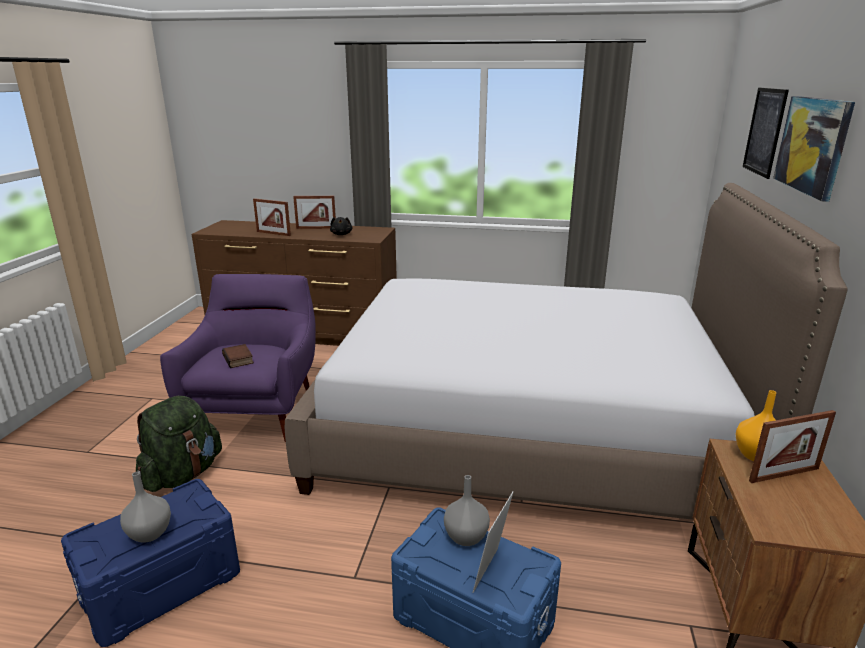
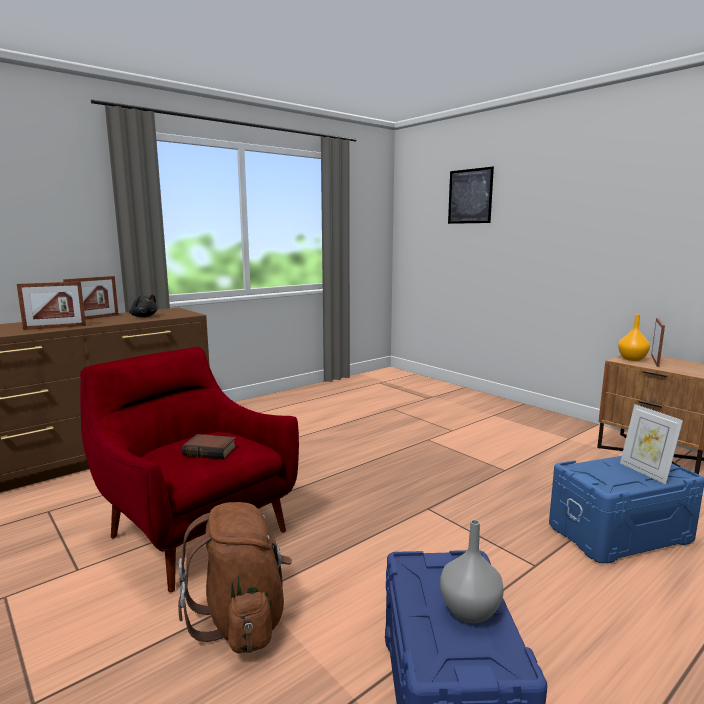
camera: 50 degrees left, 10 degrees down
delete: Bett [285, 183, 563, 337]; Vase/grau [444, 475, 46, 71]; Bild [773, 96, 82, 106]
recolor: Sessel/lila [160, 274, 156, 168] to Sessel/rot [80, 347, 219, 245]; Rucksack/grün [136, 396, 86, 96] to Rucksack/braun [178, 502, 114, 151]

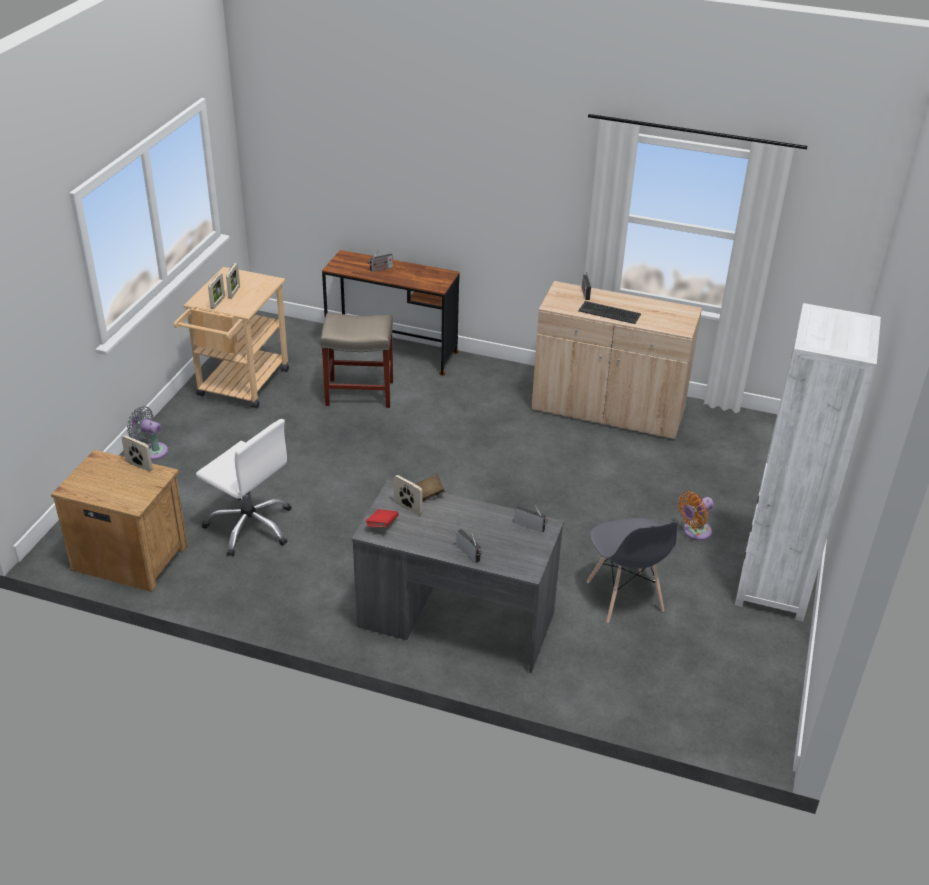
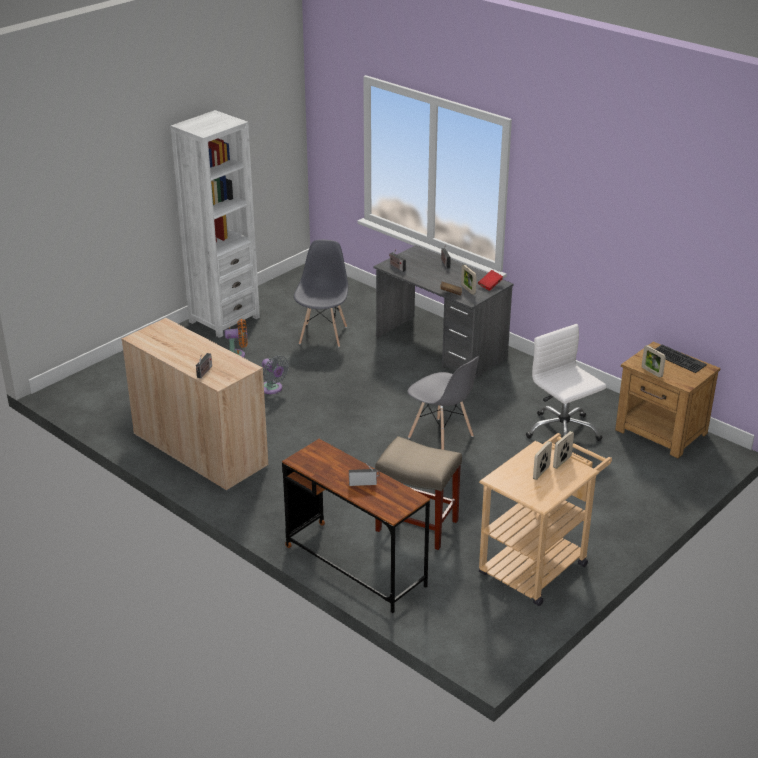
camera: 155 degrees left, 5 degrees down
insert: Stuhl/grau [407, 356, 72, 94]
move: Ventilator/grau [127, 406, 41, 54] to [262, 355, 27, 39]; Tastatur [578, 301, 63, 23] to [656, 345, 51, 28]

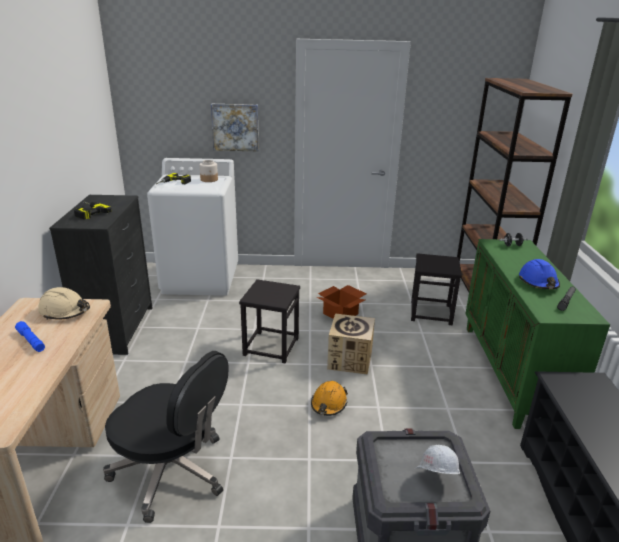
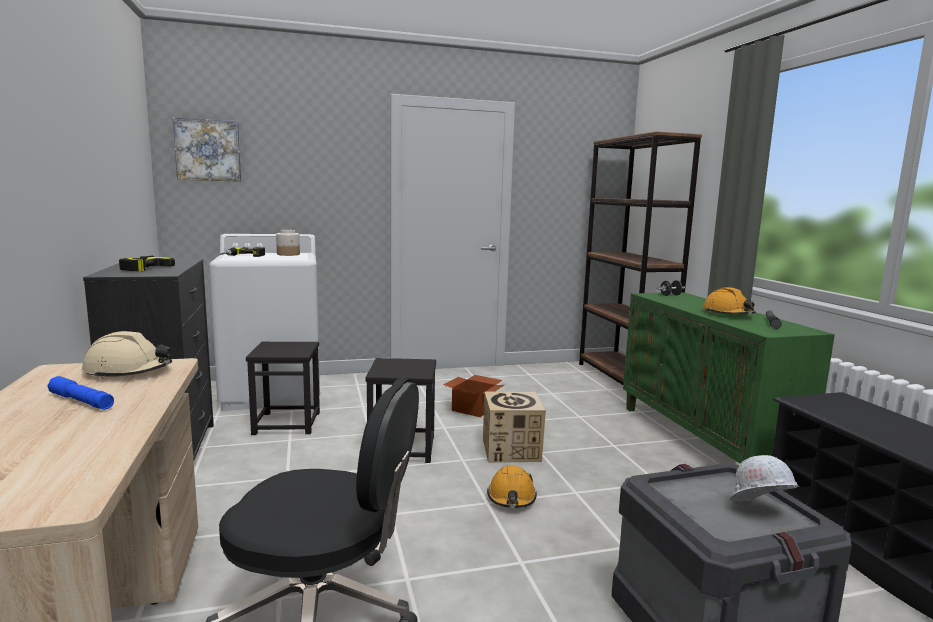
camera: 15 degrees left, 15 degrees down
move: Bild [211, 104, 48, 47] to [173, 117, 68, 65]; Hocker/schwarz [411, 253, 51, 72] to [246, 342, 74, 93]
recolor: Schutzhelm/blau [519, 259, 41, 30] to Schutzhelm/orange [703, 287, 53, 27]

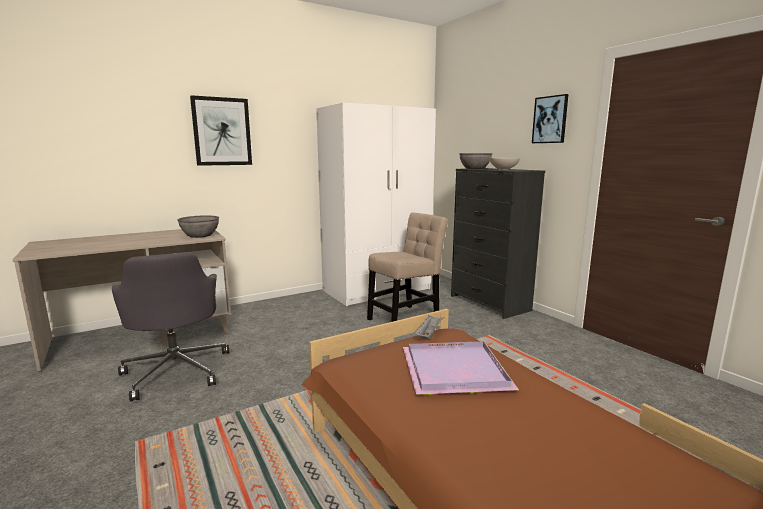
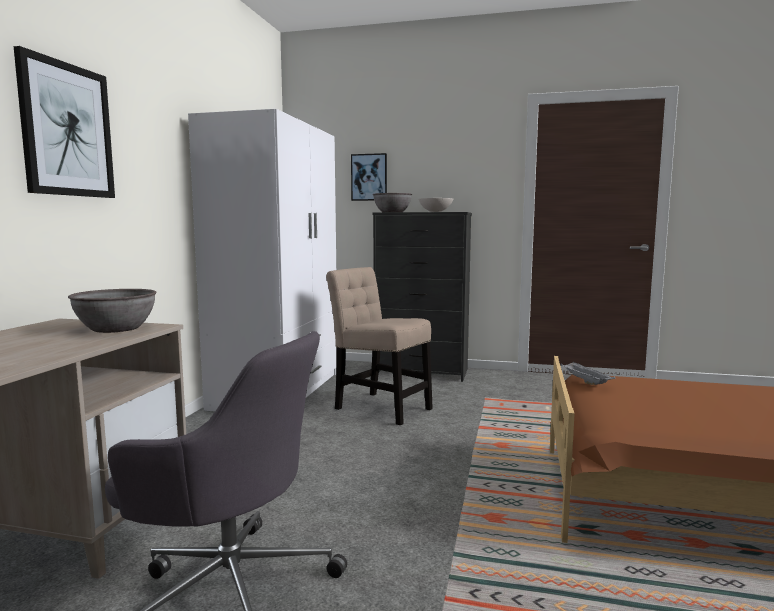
camera: 45 degrees left, 5 degrees down
delete: Tablett/lila [403, 341, 116, 54]
move: Bild [532, 94, 37, 49] to [351, 153, 36, 48]
rotate: Stuhl/beige [367, 212, 81, 110] = [326, 267, 107, 158] 60 degrees counterclockwise

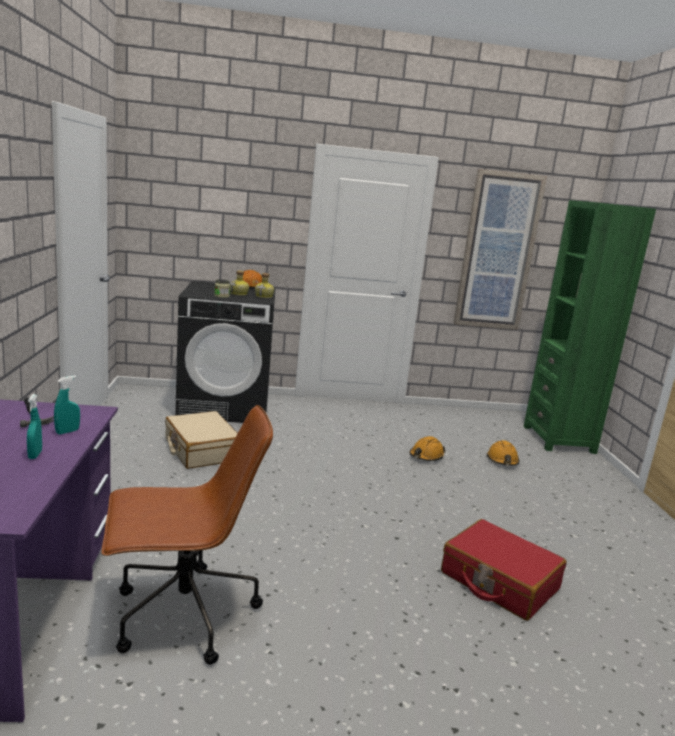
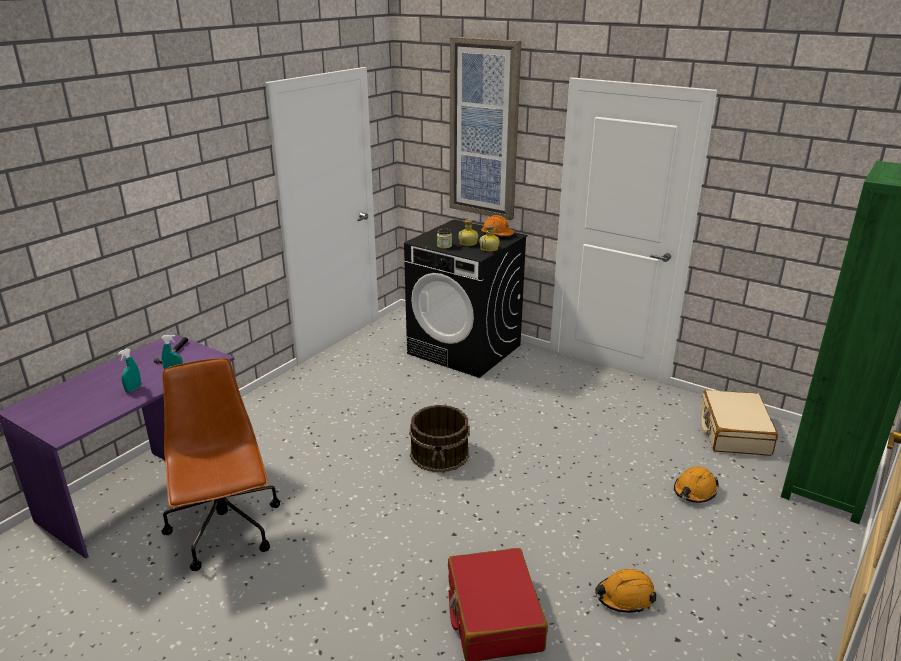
camera: 40 degrees right, 10 degrees up
insert: Eimer/braun [409, 405, 61, 67]
move: Bild [453, 169, 94, 161] to [450, 37, 71, 183]; Schutzhelm/orange [409, 436, 36, 25] to [595, 569, 61, 44]; Koffer/beige [165, 411, 73, 58] to [701, 390, 77, 66]
rotate: Bürostuhl/braun [102, 405, 171, 260] = [161, 358, 119, 213] 135 degrees counterclockwise

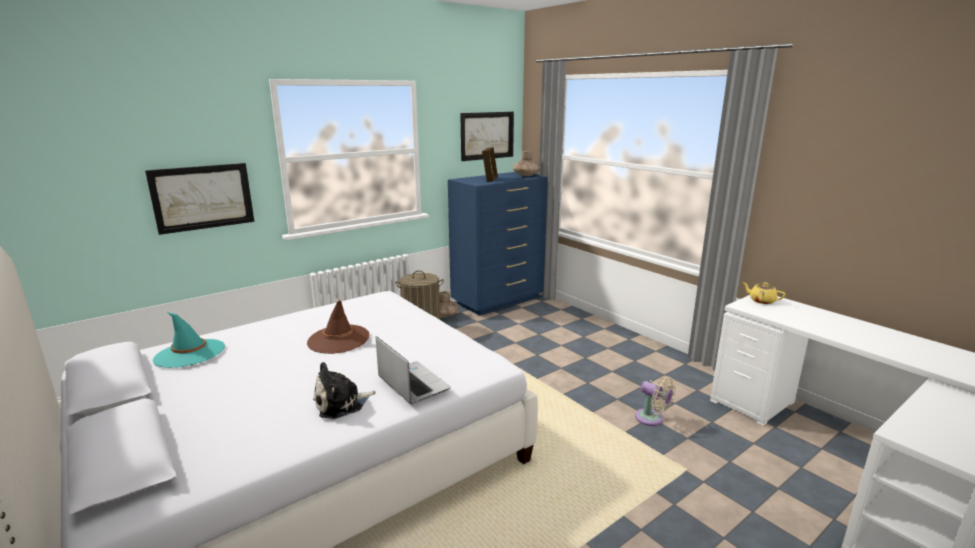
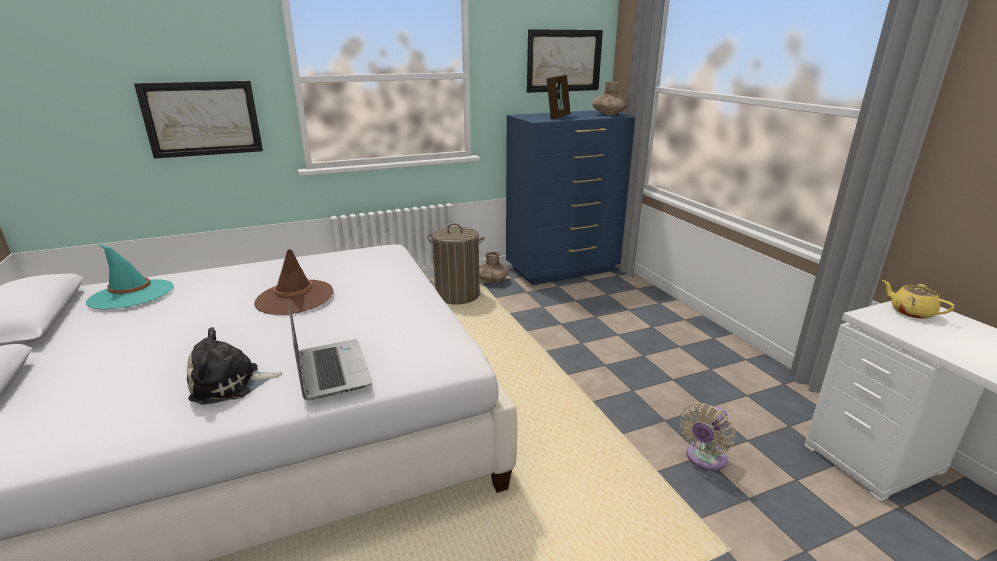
camera: 15 degrees right, 5 degrees up
rotate: Ventilator/beige [635, 376, 41, 50] = [680, 403, 55, 68] 75 degrees clockwise

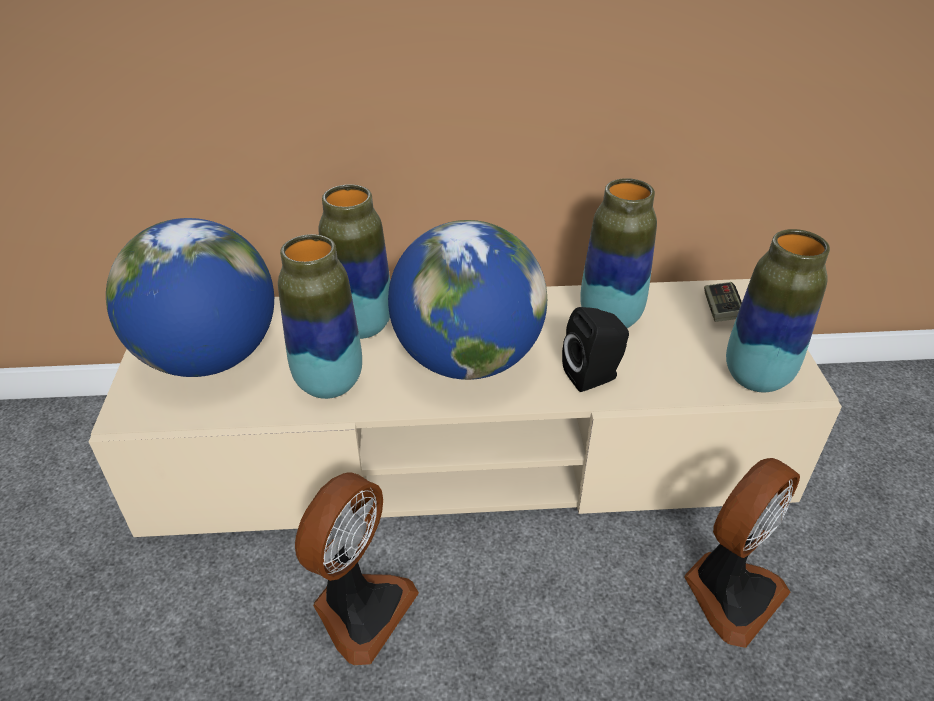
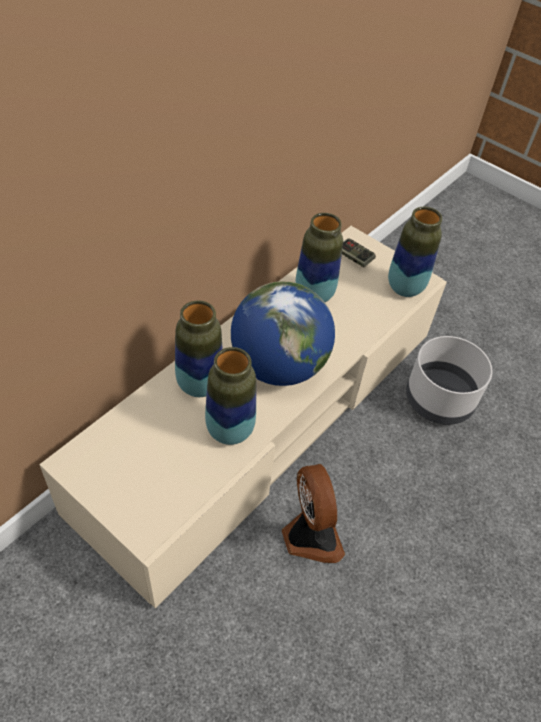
camera: 50 degrees left, 10 degrees up
delete: Globus [106, 218, 168, 159]; Lautsprecher/schwarz [562, 307, 67, 85]
replace: Ventilator [684, 458, 116, 190] to Pflanzkübel/grau [406, 336, 86, 89]

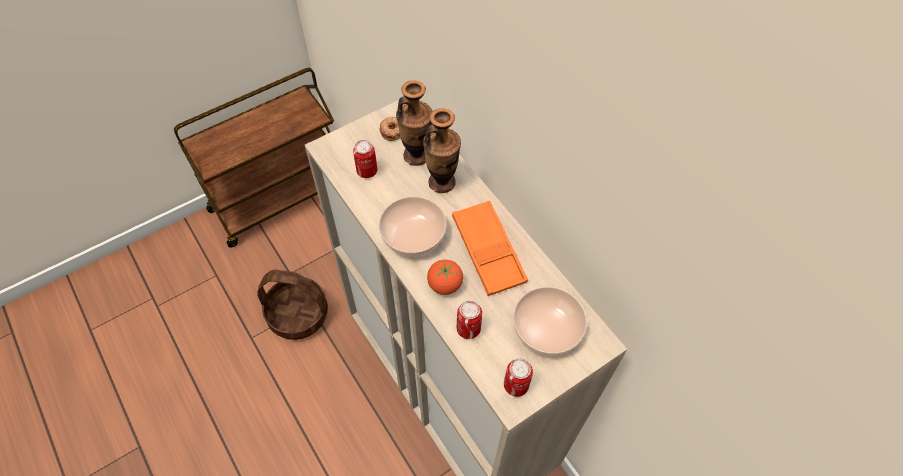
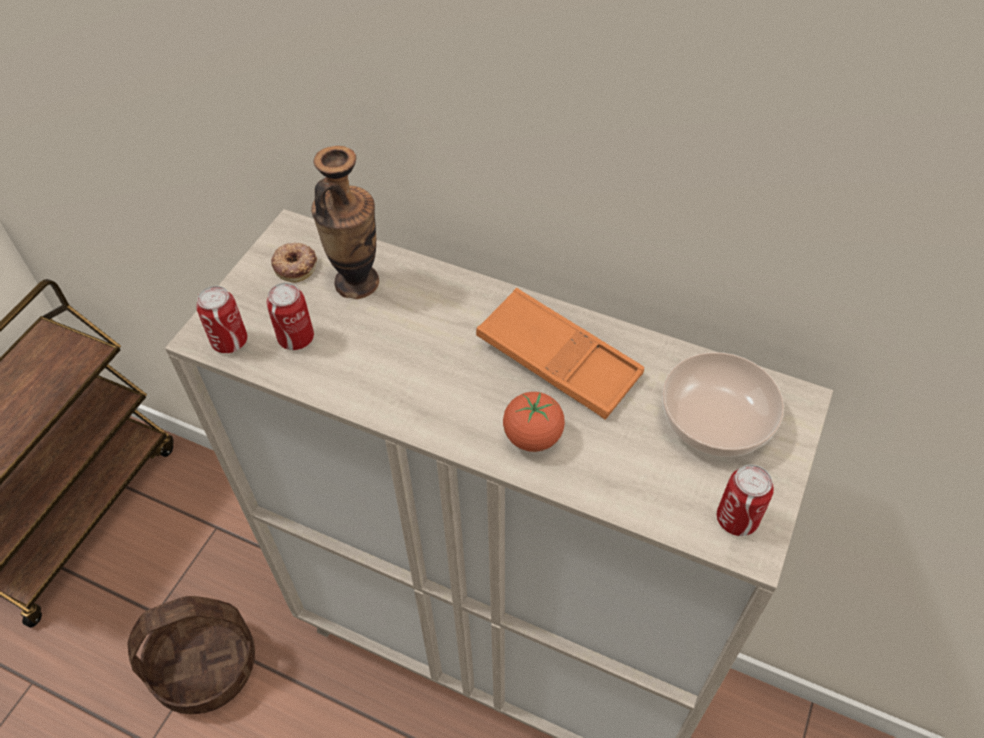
camera: 30 degrees left, 5 degrees down
delete: Schüssel [379, 197, 67, 60]; Vase [423, 108, 38, 85]
move: Dose [457, 300, 25, 39] to [196, 286, 51, 67]

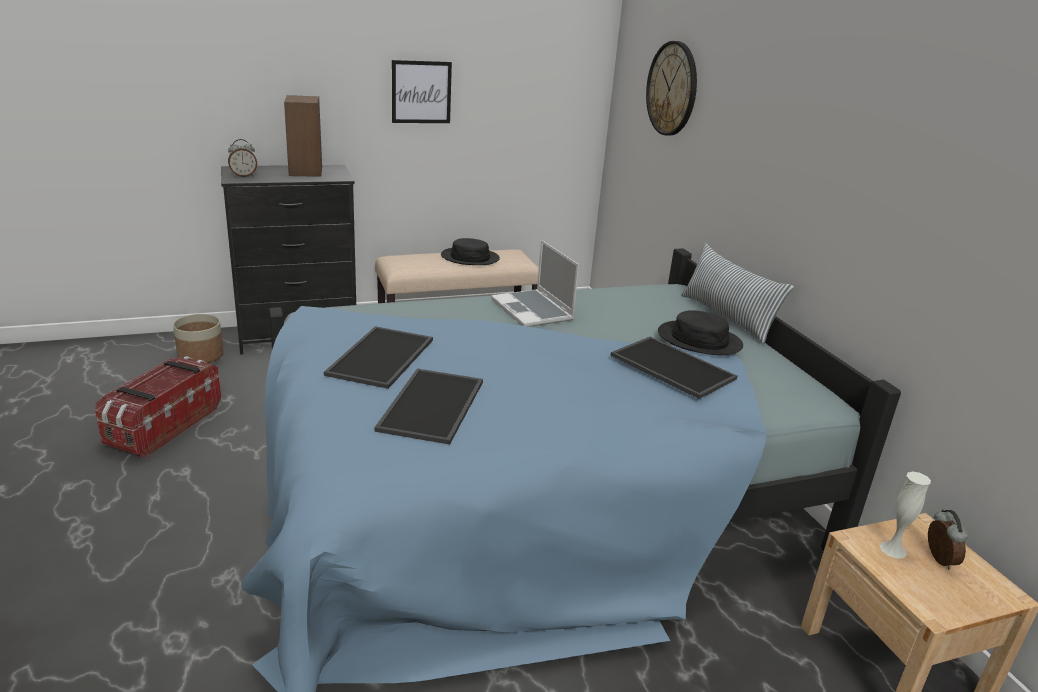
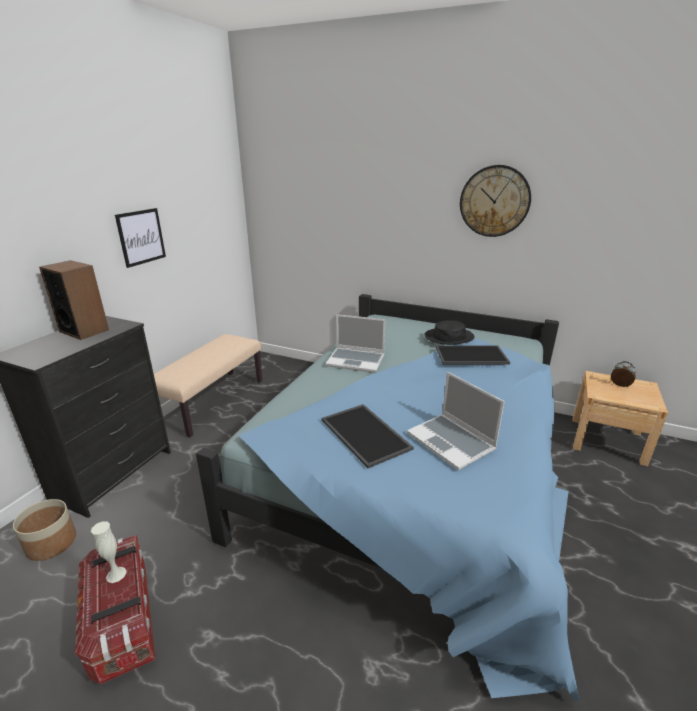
camera: 45 degrees left, 0 degrees up
delete: Wecker [228, 139, 29, 38]; Hut/schwarz [441, 238, 59, 27]; Kissen [681, 243, 113, 101]
move: Vase/weiß [880, 471, 51, 88] to [91, 521, 35, 62]; Wanduhr [646, 41, 51, 94] to [460, 165, 71, 72]
replace: Tablett [374, 369, 109, 76] to Laptop [407, 372, 98, 98]

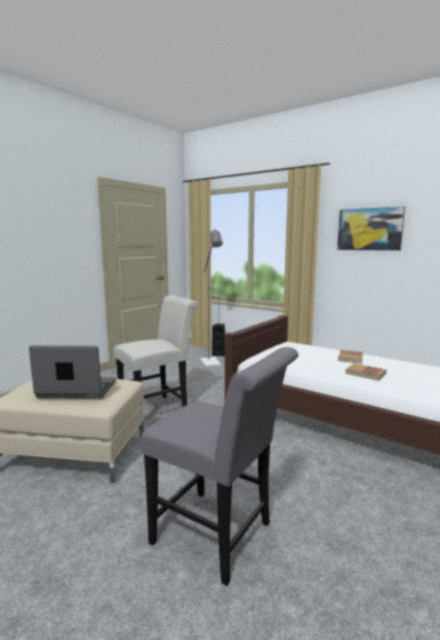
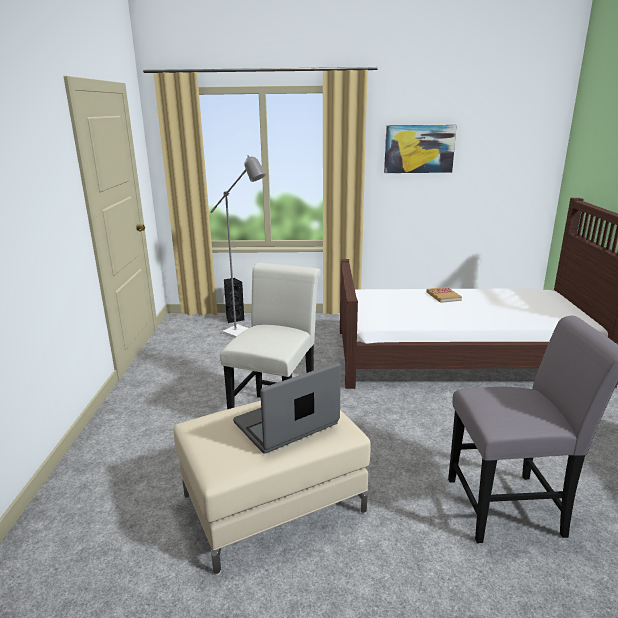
camera: 35 degrees left, 10 degrees up
delete: Buch [345, 363, 42, 18]

